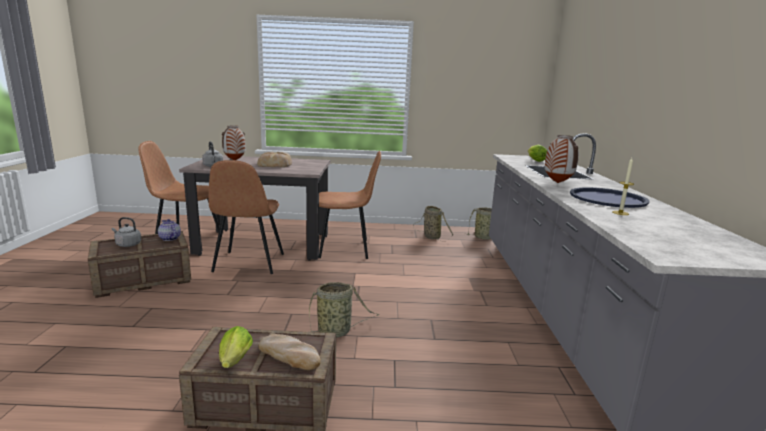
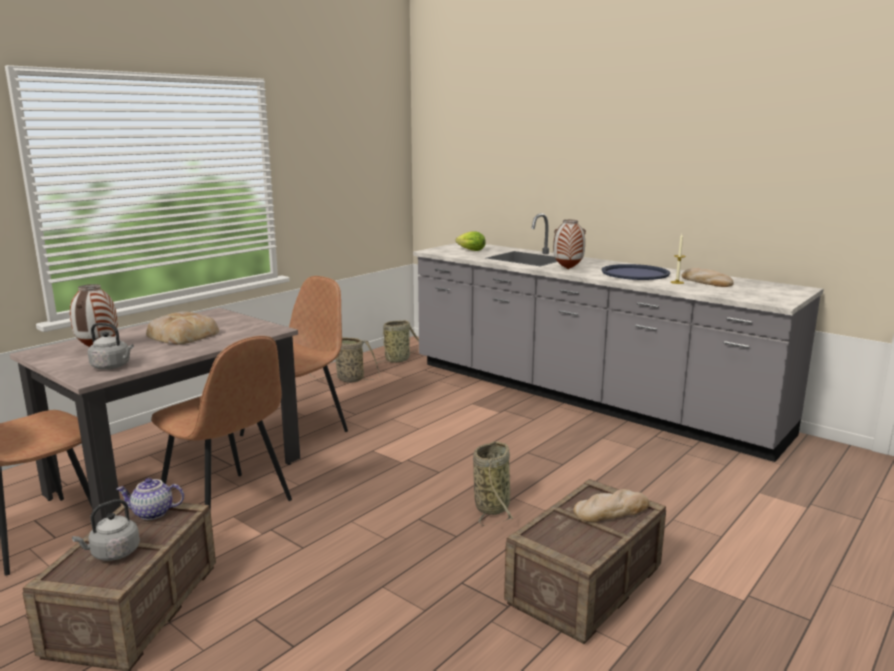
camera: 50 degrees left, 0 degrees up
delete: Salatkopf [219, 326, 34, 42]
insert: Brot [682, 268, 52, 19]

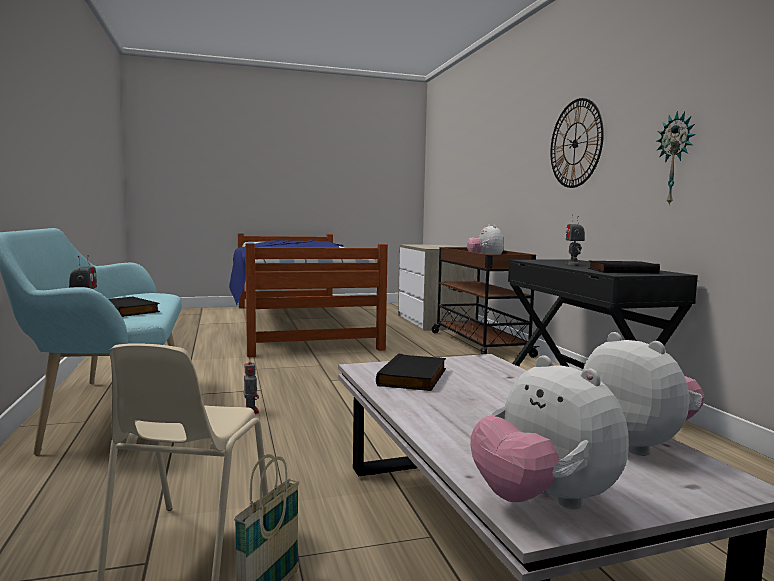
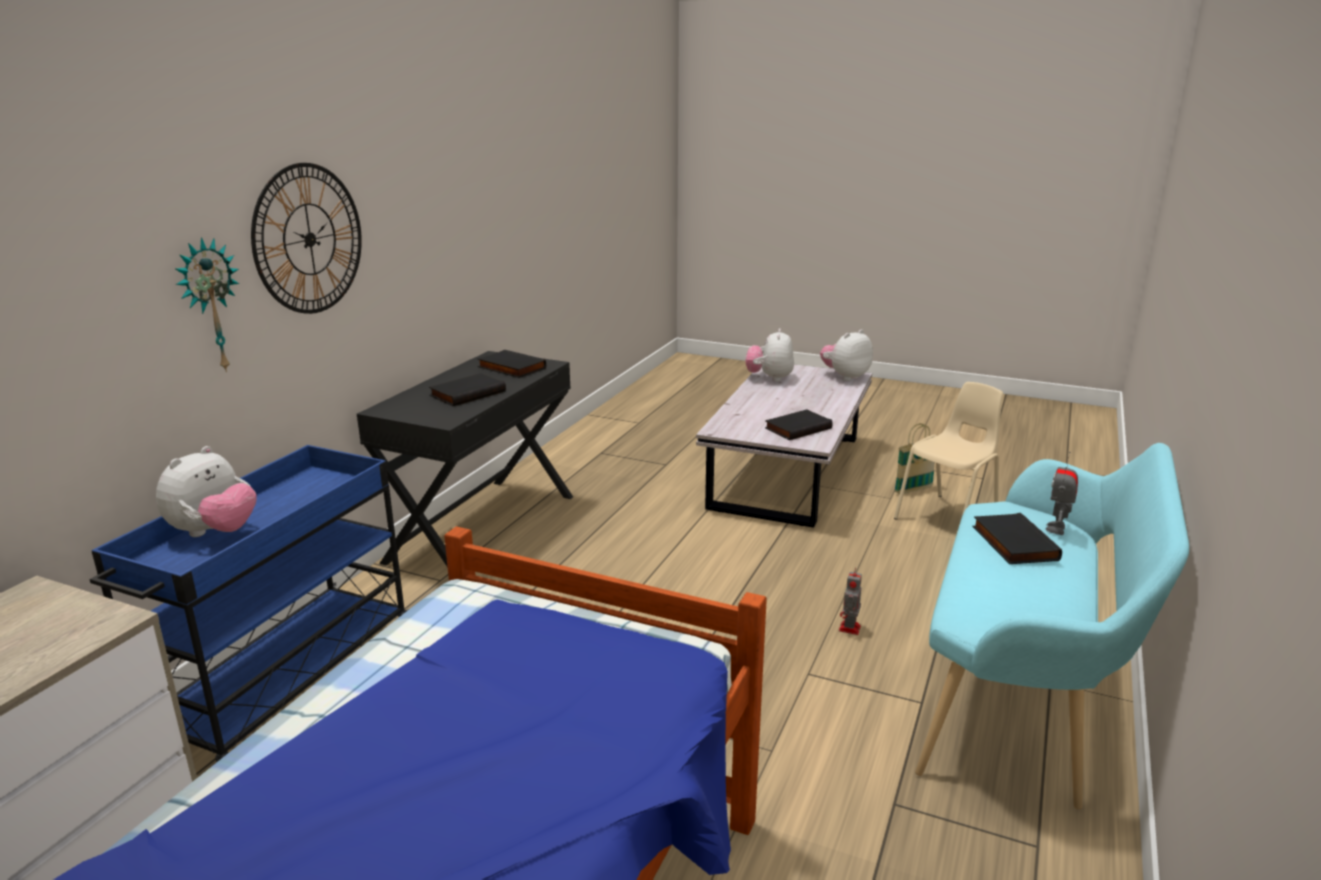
camera: 140 degrees left, 15 degrees up
move: Wanduhr [656, 111, 40, 94] to [175, 237, 64, 135]
replace: Spielzeugroboter [566, 215, 19, 50] to Buch/schwarz [429, 373, 77, 33]
recolor: Rollwagen/braun [432, 247, 108, 111] to Rollwagen/blau [90, 445, 319, 317]
rotate: Plüschtier [470, 355, 159, 154] = [820, 329, 53, 52] 135 degrees counterclockwise

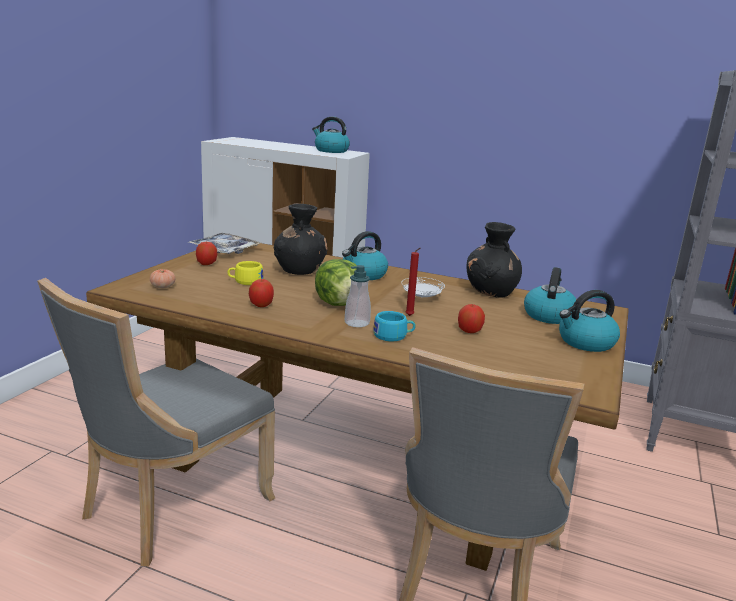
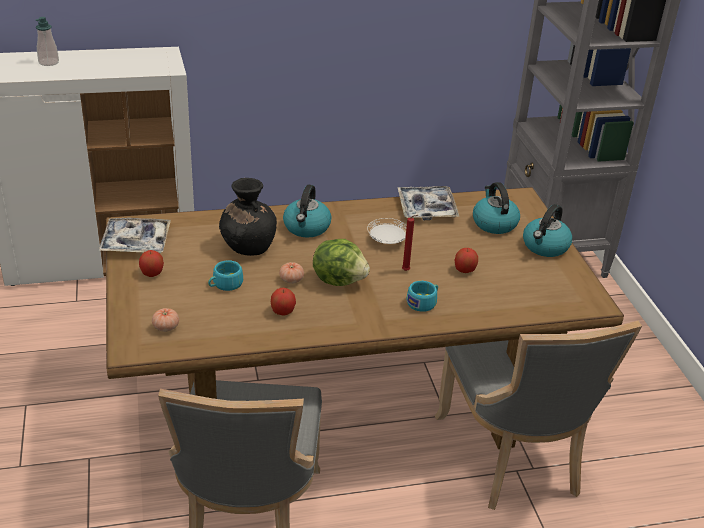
camera: 35 degrees left, 15 degrees up
delete: Wasserkessel [312, 117, 38, 36]
insert: Tomate [279, 262, 25, 22]
move: Seifenspender [345, 265, 26, 62] to [36, 17, 23, 49]
replace: Vase/schwarz [466, 222, 56, 76] to Tablett [397, 186, 63, 35]
recolor: Tasse/gelb [227, 261, 36, 24] to Tasse/türkis [208, 260, 35, 31]

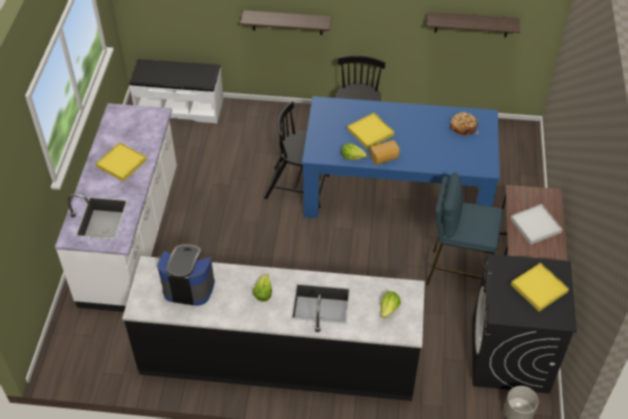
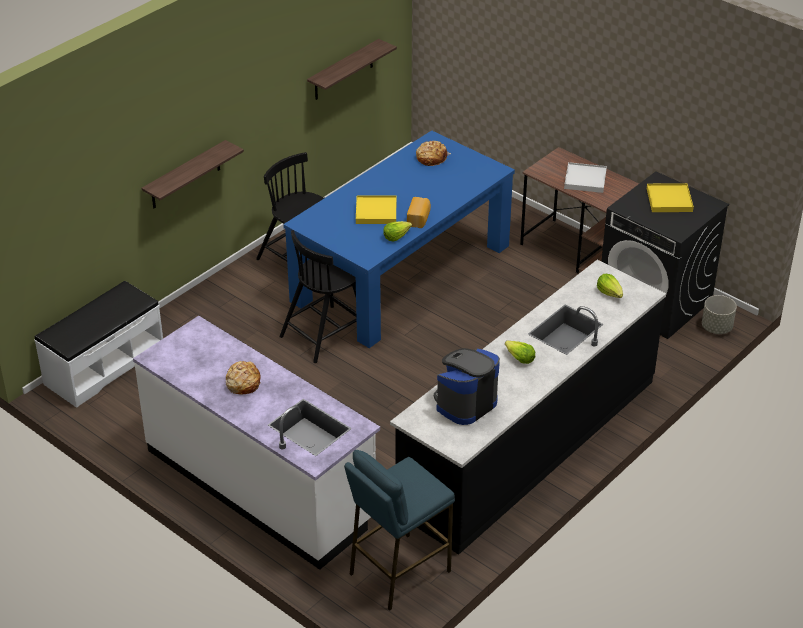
camera: 55 degrees left, 10 degrees down
move: Hocker/blau [426, 172, 77, 113] to [344, 450, 111, 161]
replace: Tablett/gelb [96, 142, 51, 40] to Brot [226, 361, 35, 33]

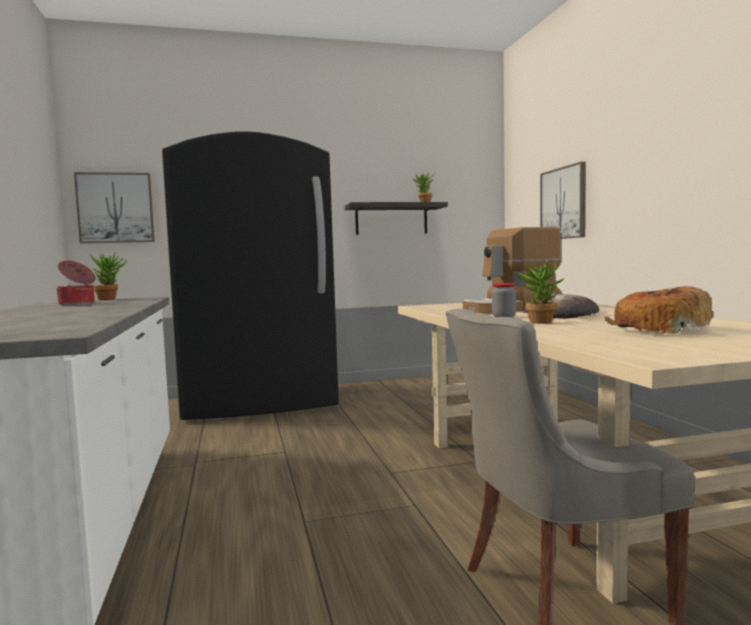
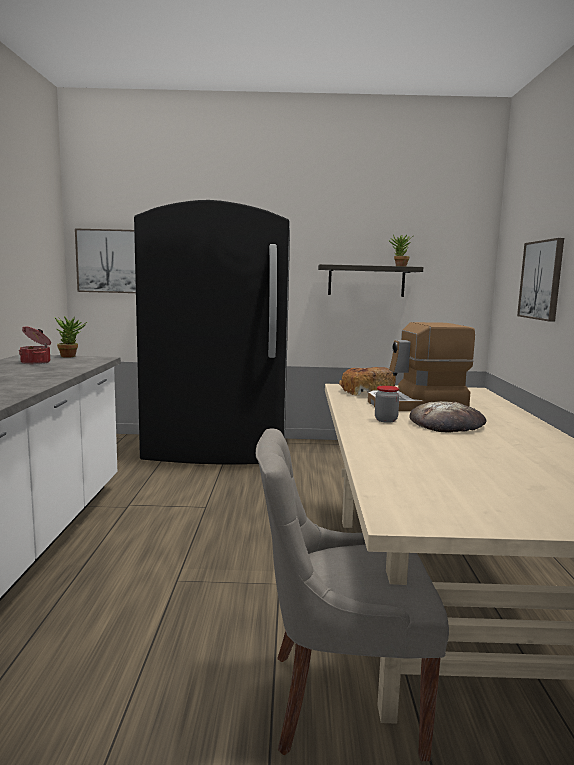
camera: 15 degrees right, 5 degrees up
delete: Topfpflanze [514, 260, 50, 64]
move: Brot [605, 286, 107, 48] to [339, 367, 57, 29]

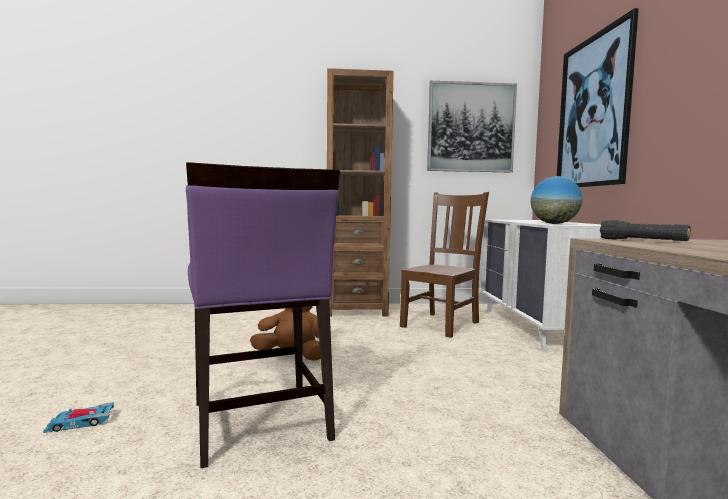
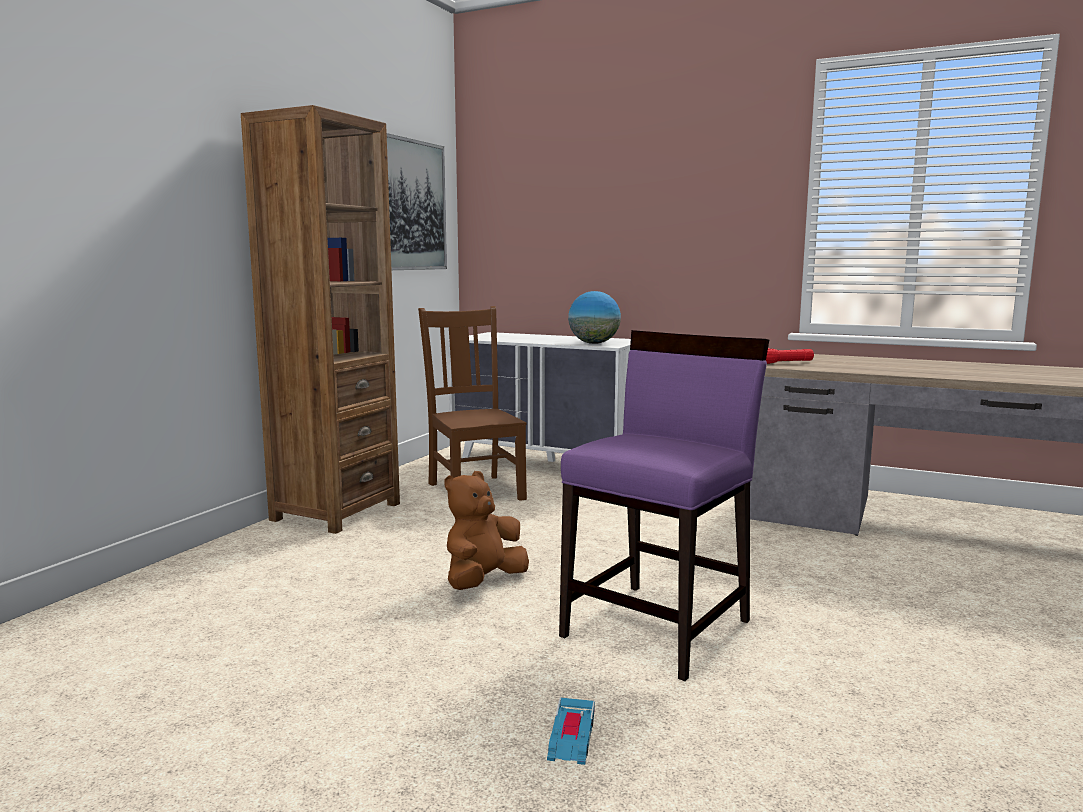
camera: 60 degrees left, 5 degrees up
delete: Bild [557, 8, 82, 179]
recolor: Taschenlampe/schwarz [600, 220, 91, 21] to Taschenlampe/rot [766, 348, 48, 16]
rotate: Stuhl/lila [186, 162, 154, 306] = [559, 330, 210, 351] 60 degrees counterclockwise

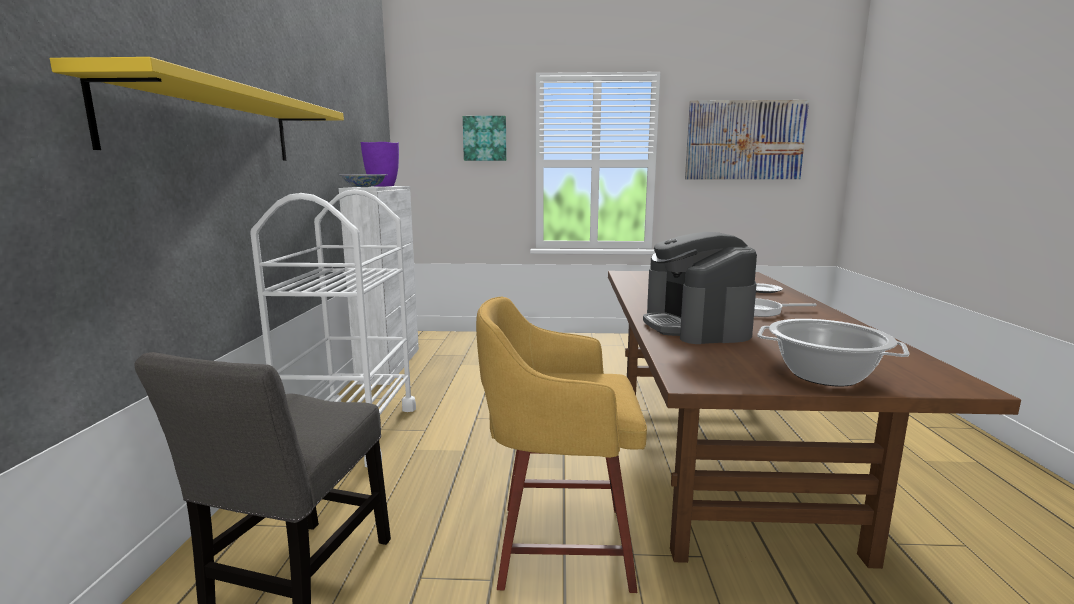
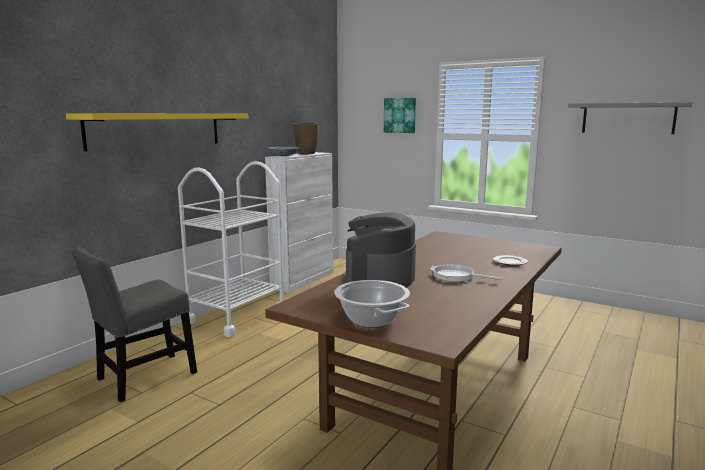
camera: 30 degrees right, 0 degrees up
delete: Hocker/gelb [476, 297, 171, 296]
replace: Bild [685, 100, 124, 79] to Wandregal/grau [568, 102, 124, 32]
recolor: Vase/lila [361, 142, 38, 44] to Vase/braun [293, 123, 26, 31]

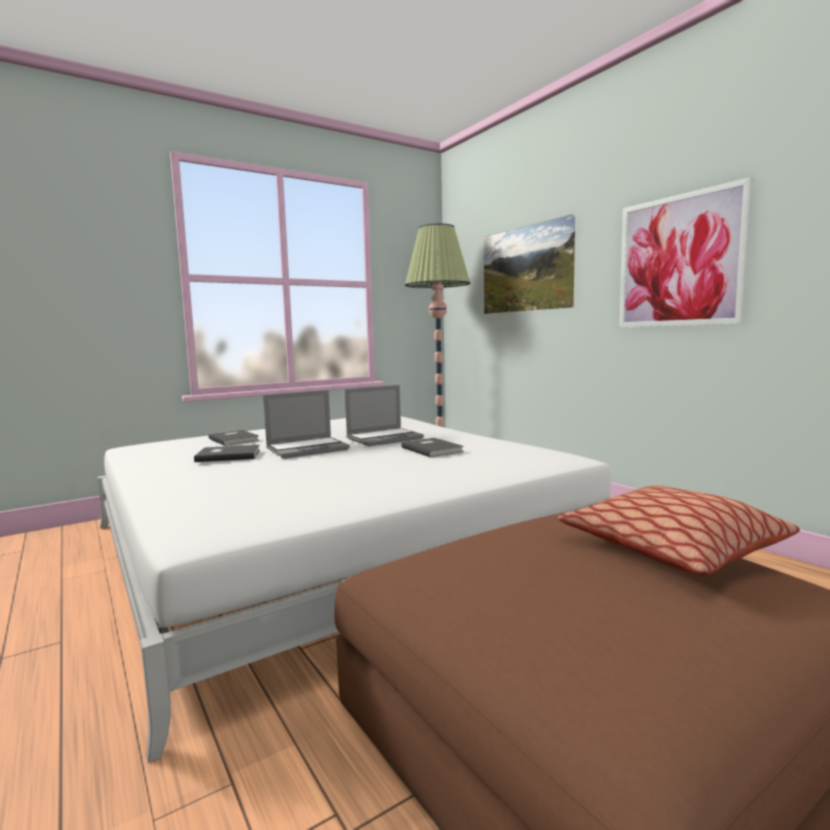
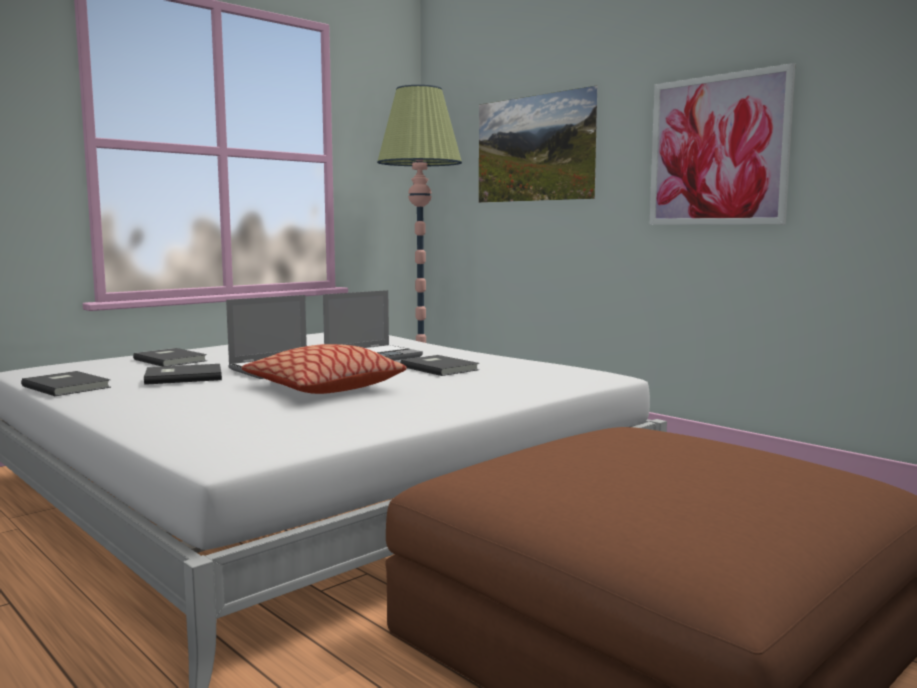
camera: 10 degrees left, 0 degrees up
insert: Buch/grau [21, 371, 90, 25]
move: Kissen [558, 486, 242, 90] to [241, 344, 166, 50]

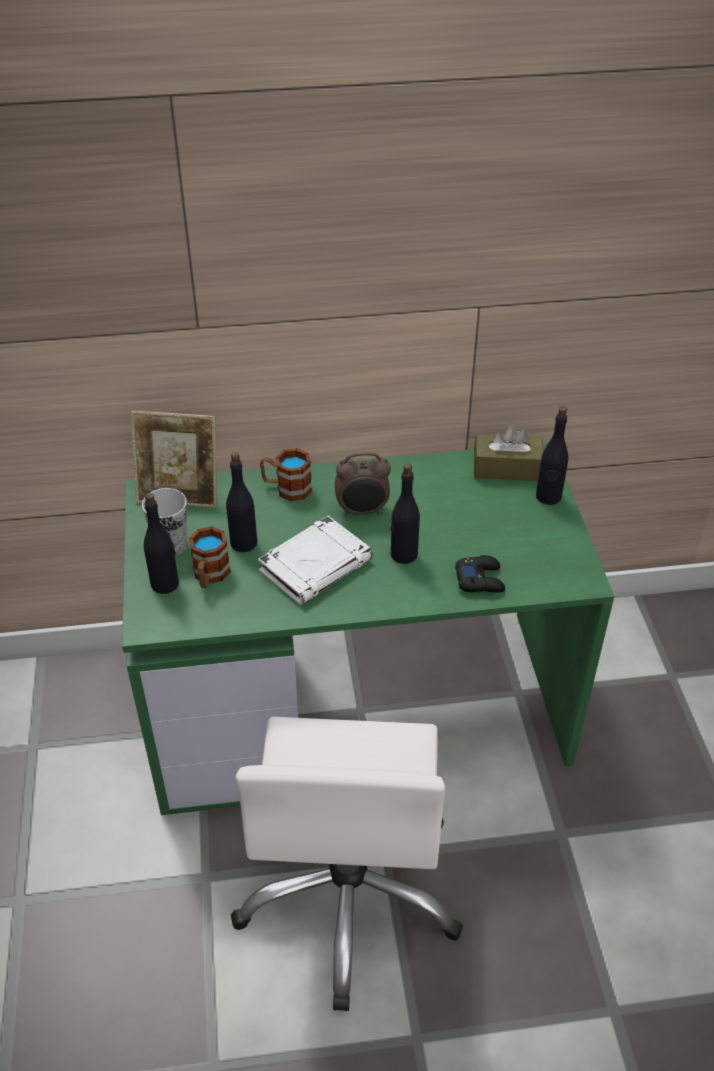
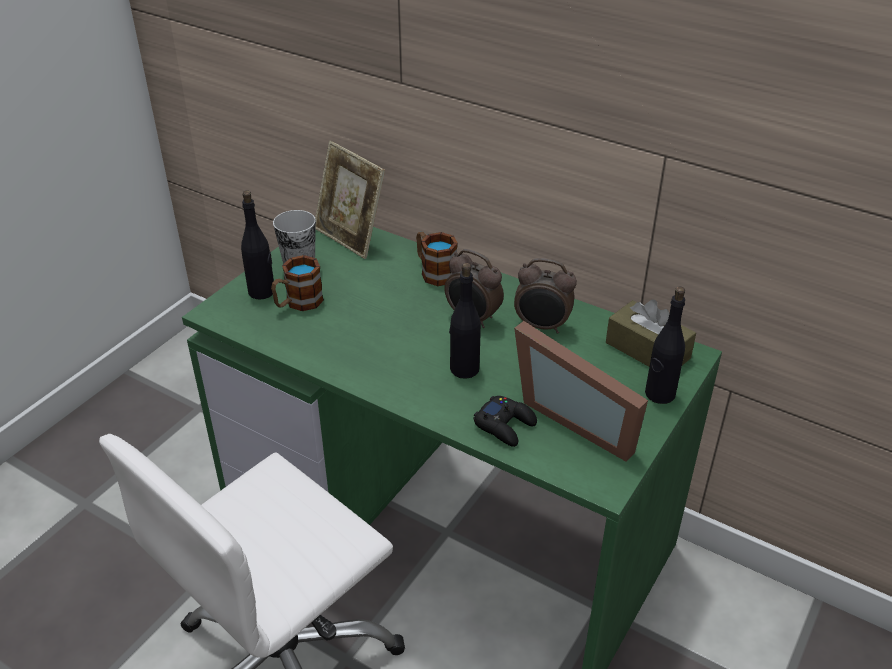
camera: 40 degrees right, 5 degrees down
delete: Flasche/schwarz [226, 452, 31, 100]; Buch/weiß [258, 516, 115, 89]
insert: Wecker [514, 258, 63, 76]; Bilderrahmen [514, 321, 134, 141]

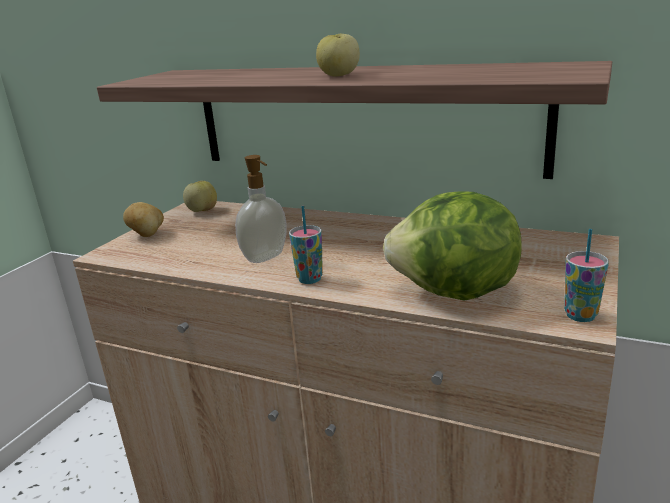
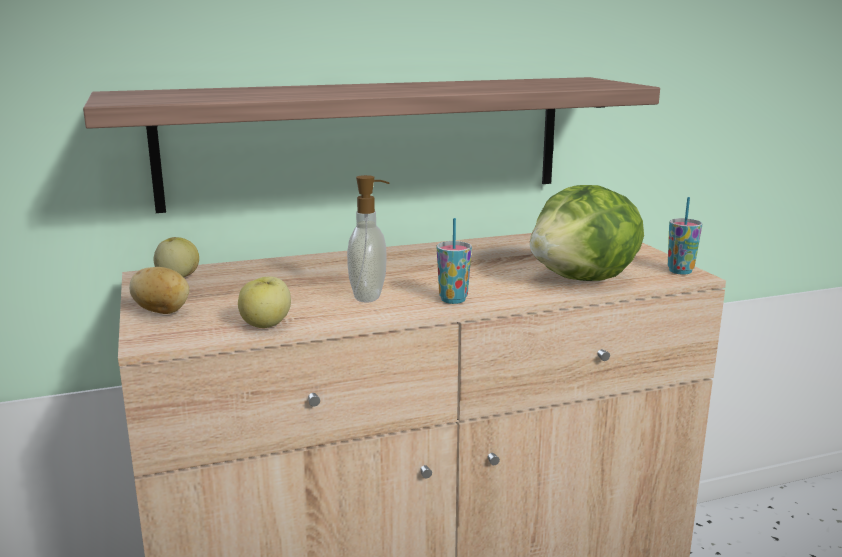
camera: 45 degrees left, 5 degrees down
move: Apfel [316, 34, 44, 43] to [238, 277, 53, 51]

